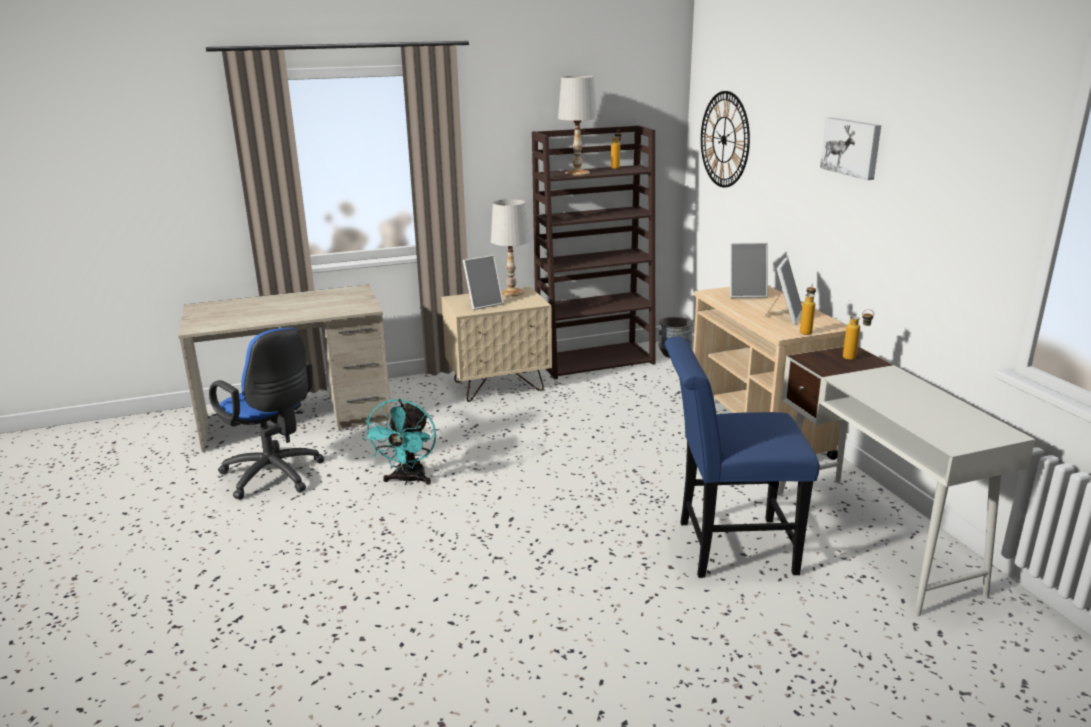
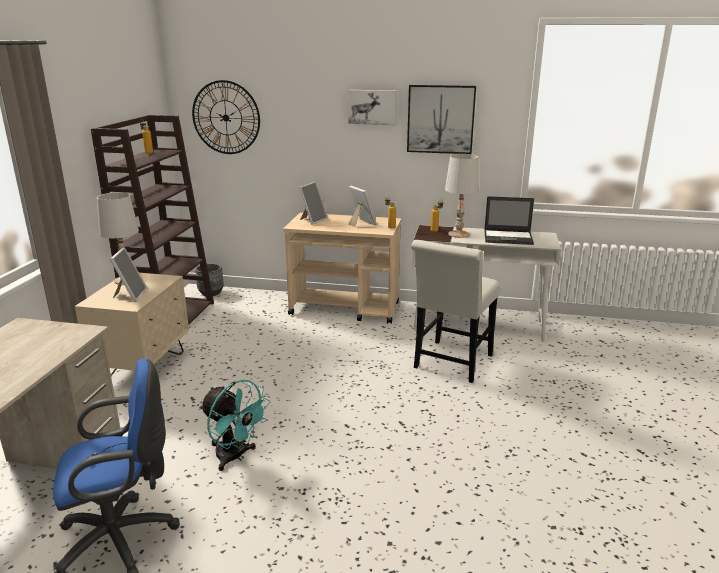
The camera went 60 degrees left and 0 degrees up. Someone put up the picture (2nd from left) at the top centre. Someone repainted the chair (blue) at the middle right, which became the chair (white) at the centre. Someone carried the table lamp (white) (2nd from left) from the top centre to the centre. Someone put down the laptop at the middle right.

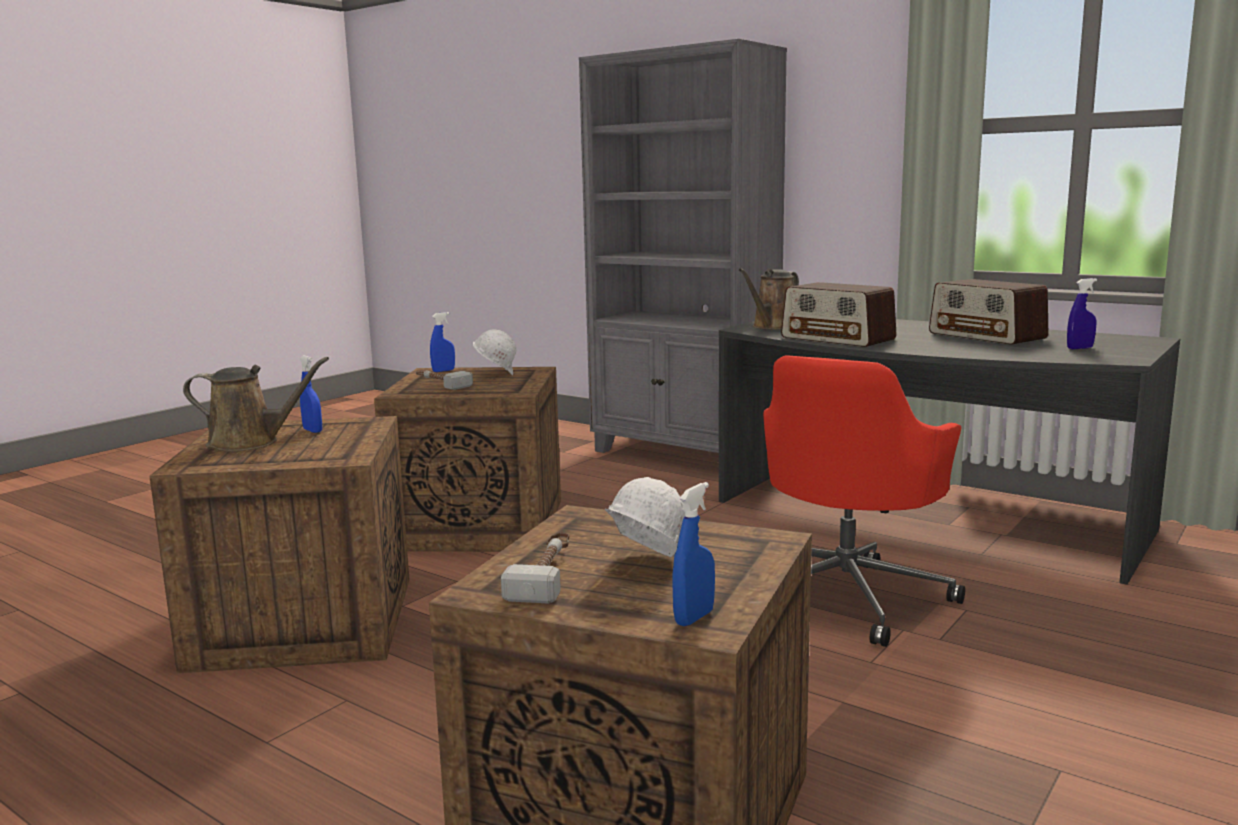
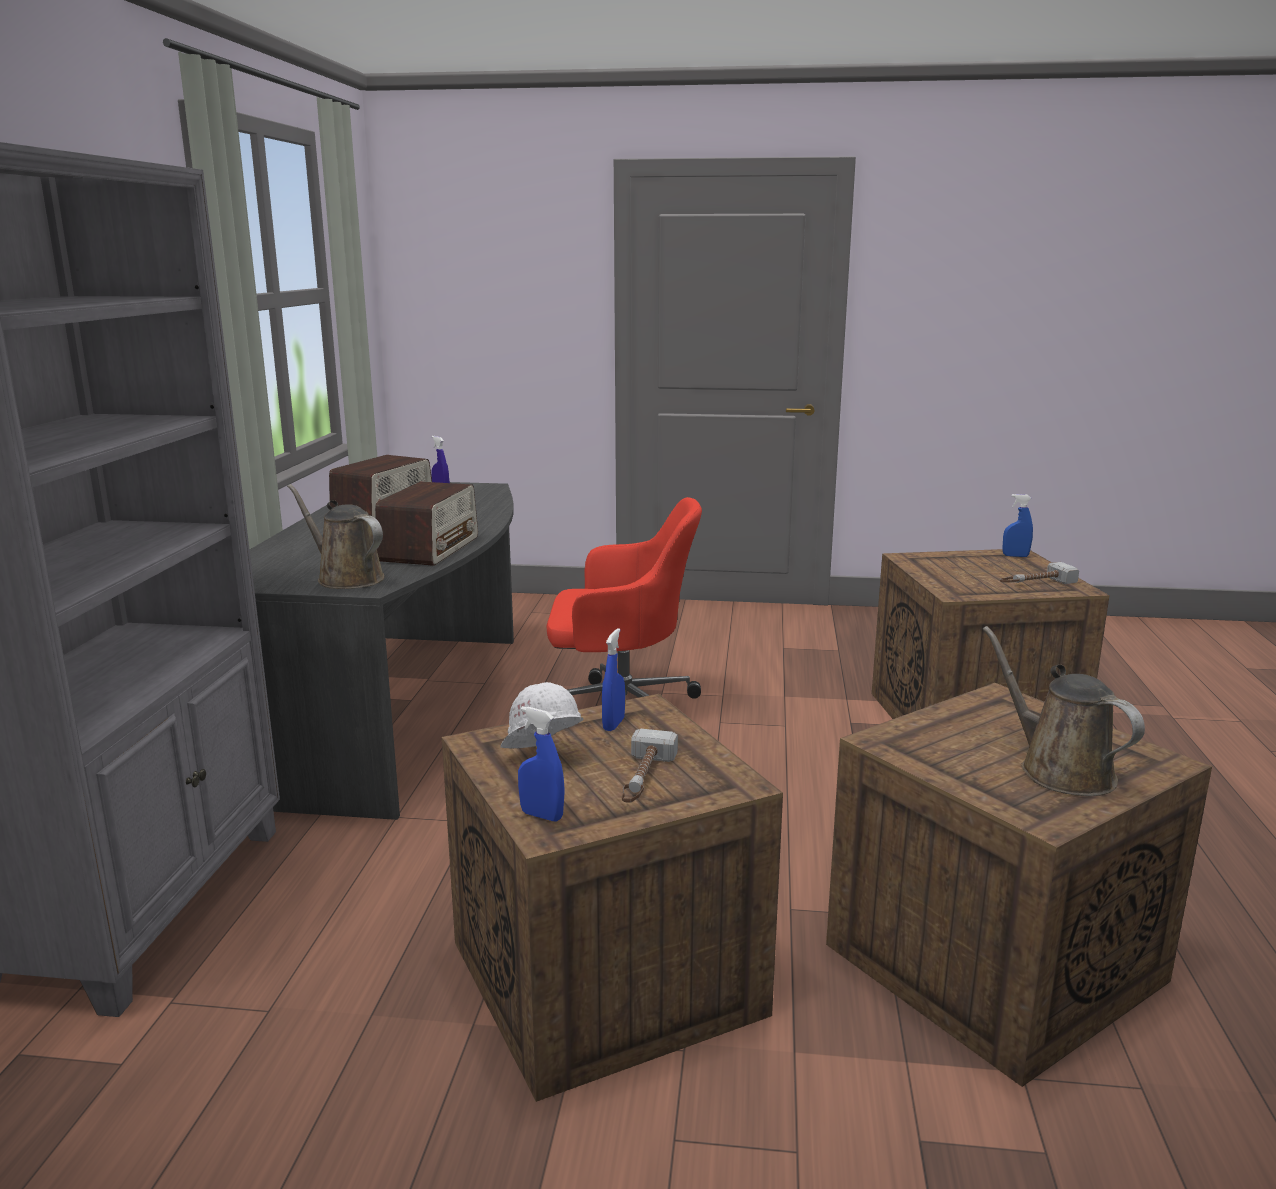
The camera went 120 degrees left and 5 degrees up. Someone rotated the watering can (brown) (2nd from left in the first image) at the centre by 150 degrees counterclockwise. Someone carried the spray bottle (blue) (1st from left in the first image) from the middle left to the centre. Someone took away the hard hat (white) (2nd from left) at the centre.

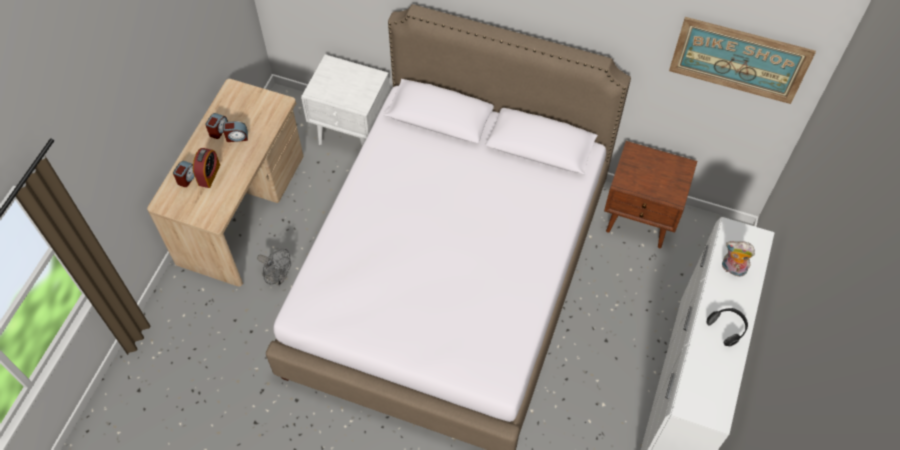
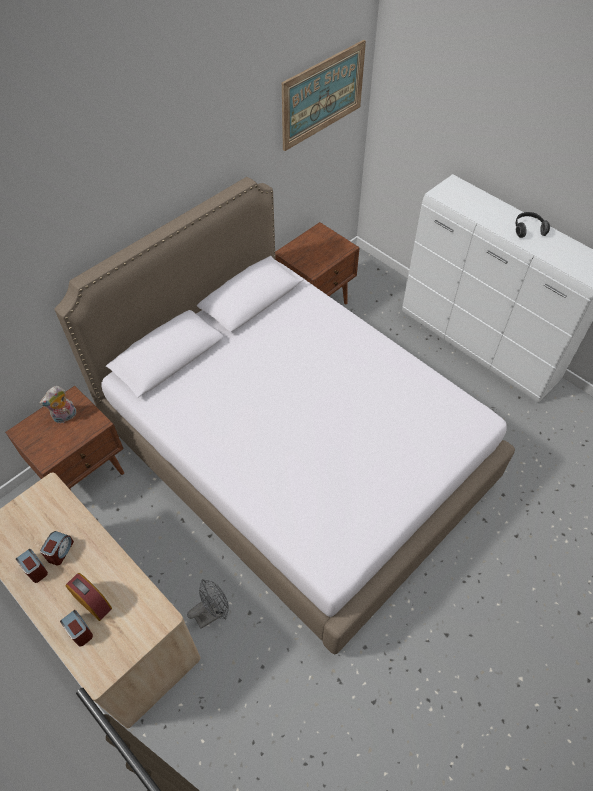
The camera went 65 degrees left and 5 degrees down. Someone repainted the nightstand (white) at the top centre, which became the nightstand (brown) (1st from left) at the middle left. Someone carried the plush toy from the middle right to the middle left.

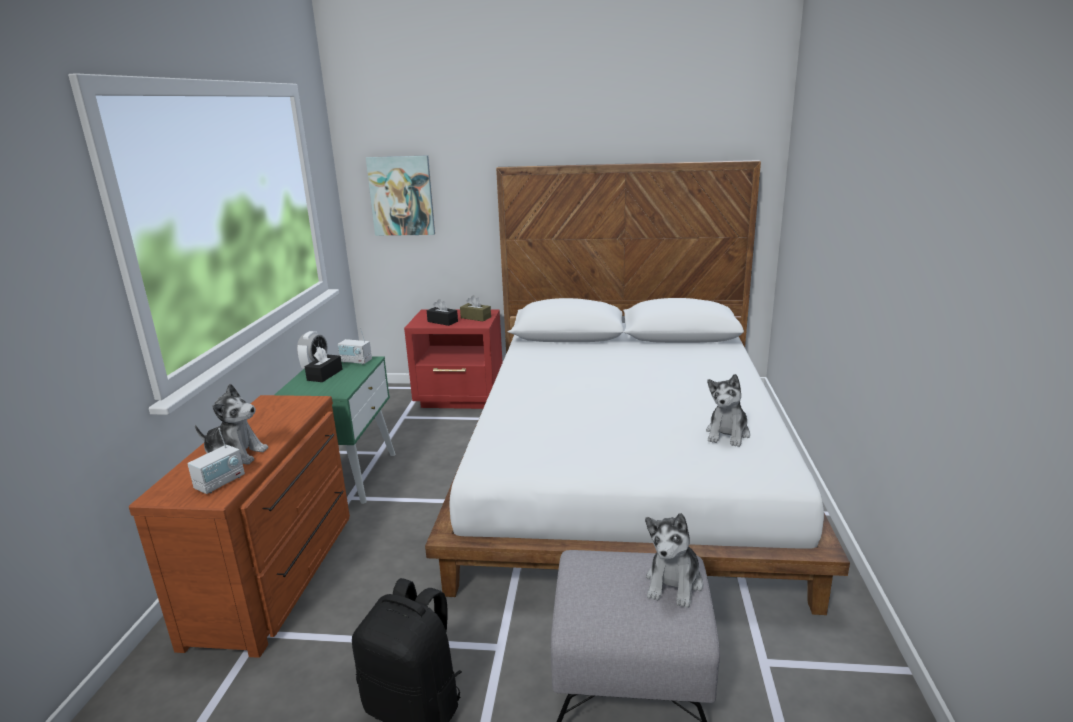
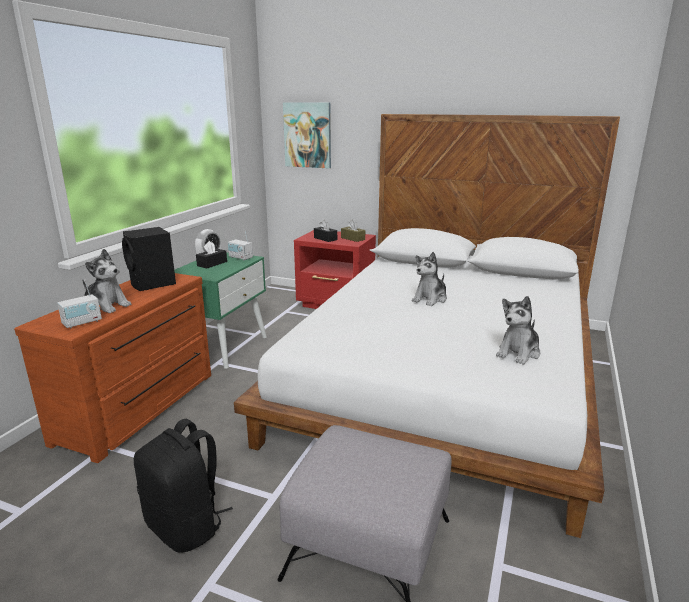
The camera went 15 degrees right and 0 degrees up. Someone put down the speaker (black) at the middle left. Someone carried the plush toy (2nd from left) from the bottom centre to the centre.

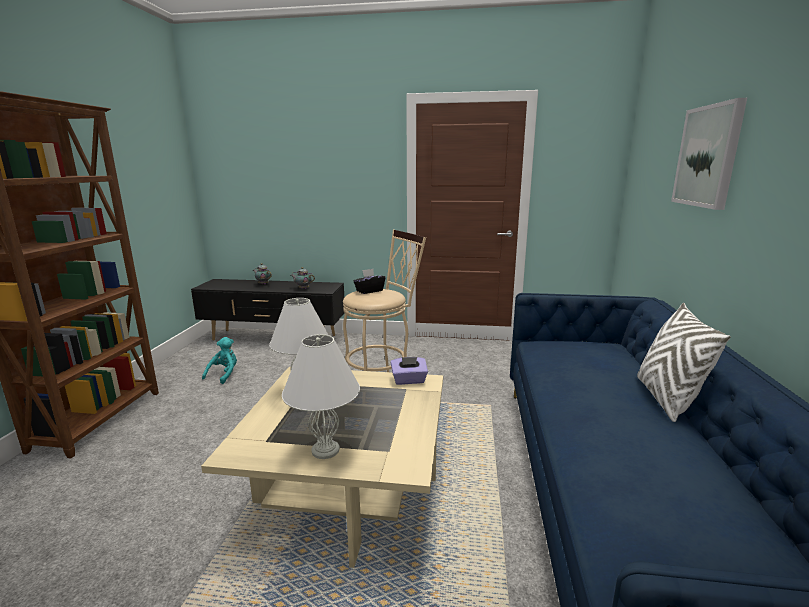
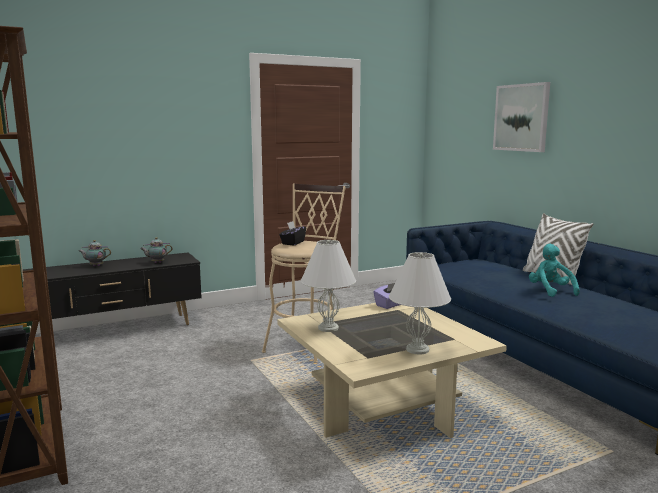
The camera went 35 degrees left and 5 degrees down. Someone carried the plush toy (turquoise) from the middle left to the middle right.

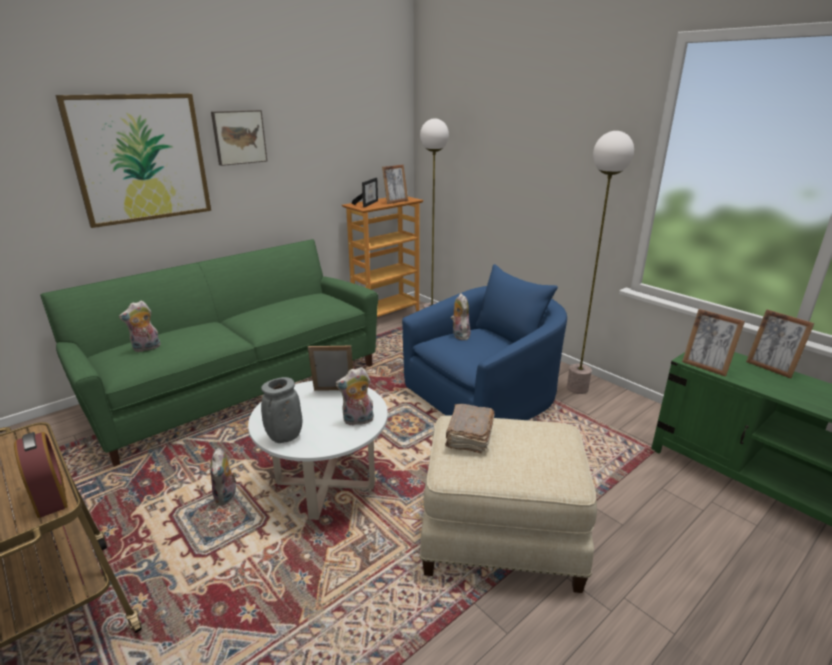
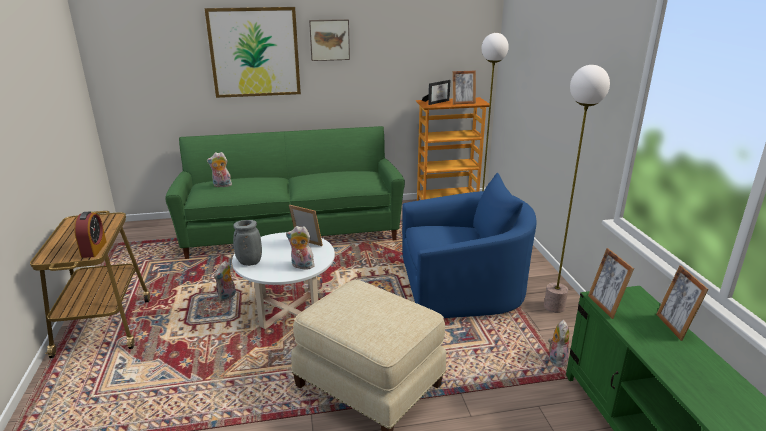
The camera went 30 degrees right and 0 degrees up. Someone carried the plush toy (4th from left) from the centre to the bottom right. Someone took away the book (brown) at the centre.

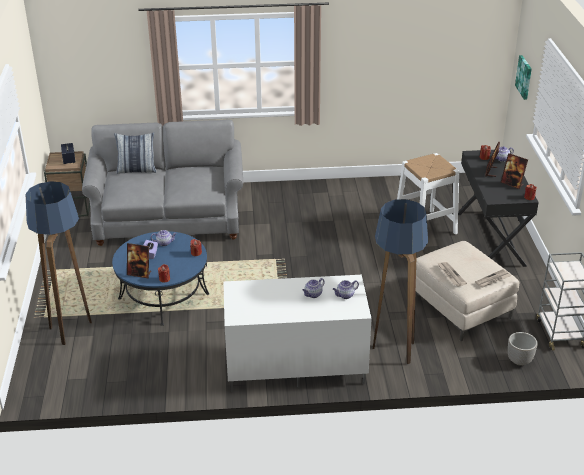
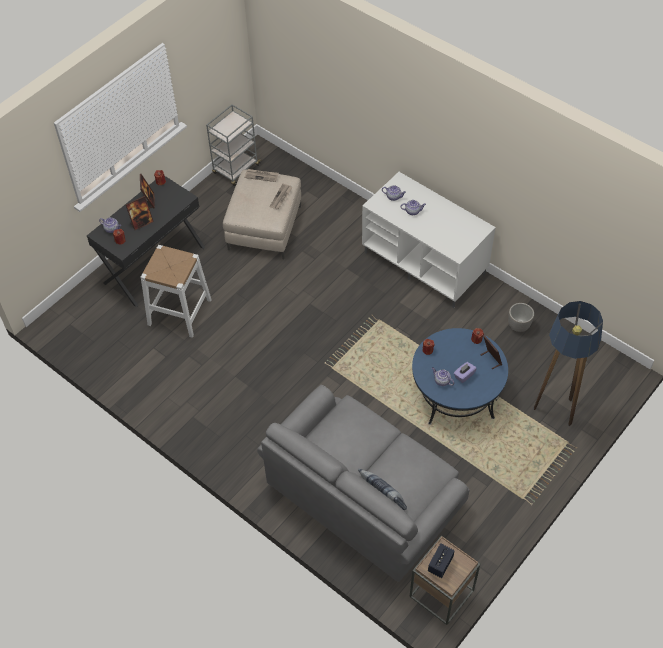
The camera went 135 degrees left and 20 degrees up. Someone carried the planter from the bottom right to the middle right. Someone took away the floor lamp (2nd from left) at the middle right. Someone took away the picture at the top right.

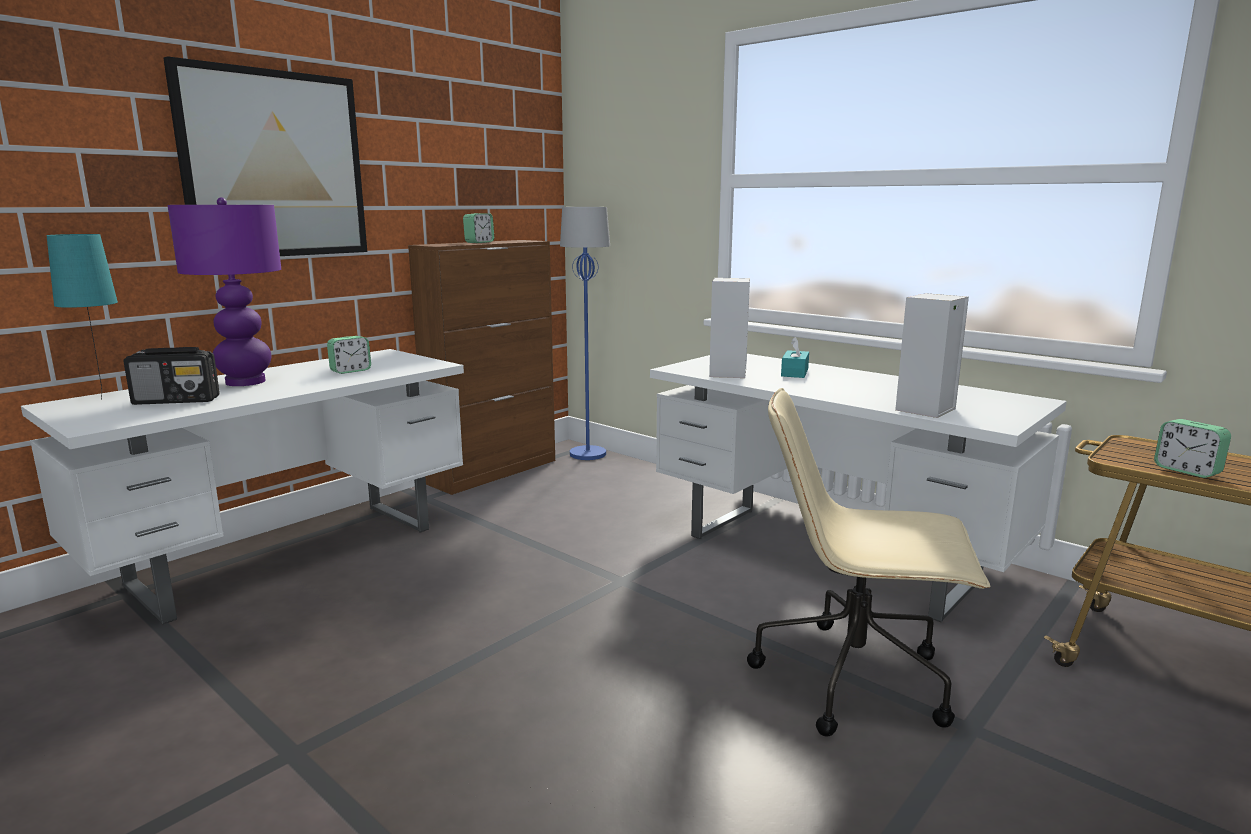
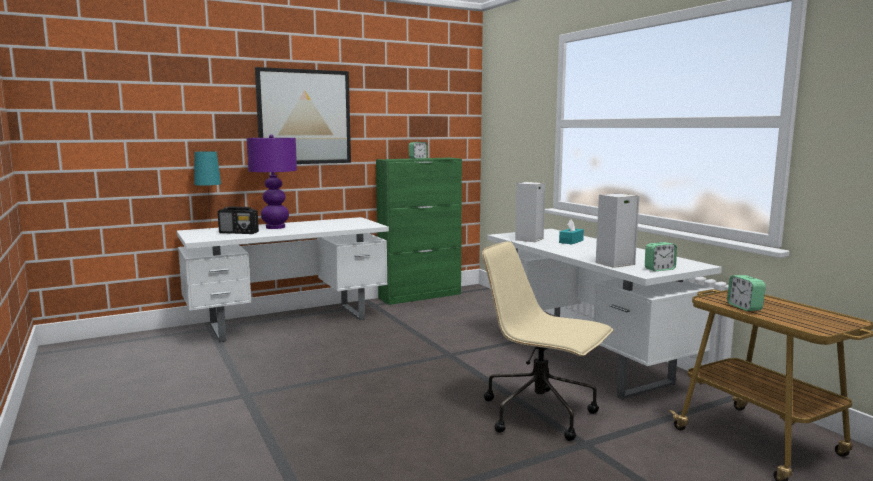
The camera went 20 degrees right and 5 degrees down. Someone repainted the cabinet (brown) at the centre, which became the cabinet (green) at the centre. Someone carried the alarm clock (1st from left in the first image) from the middle left to the middle right. Someone took away the floor lamp (blue) at the centre.

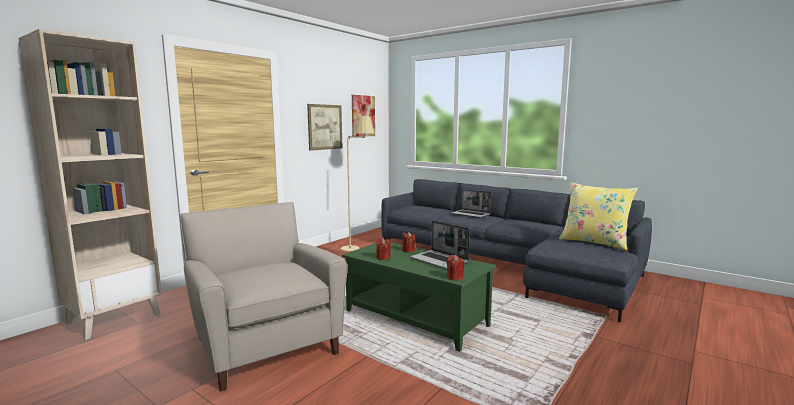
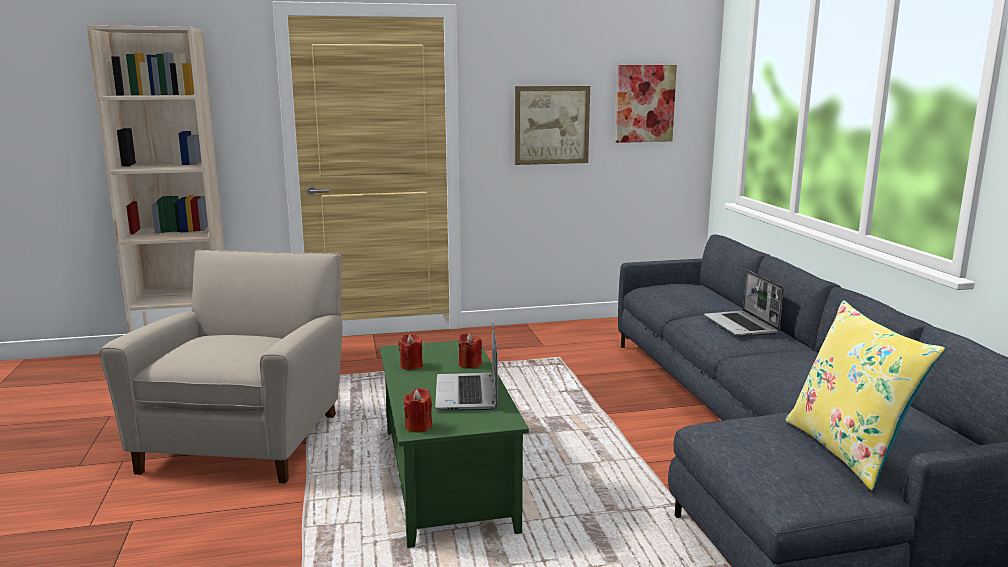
The camera went 40 degrees right and 5 degrees up. Someone took away the floor lamp (beige) at the centre.

